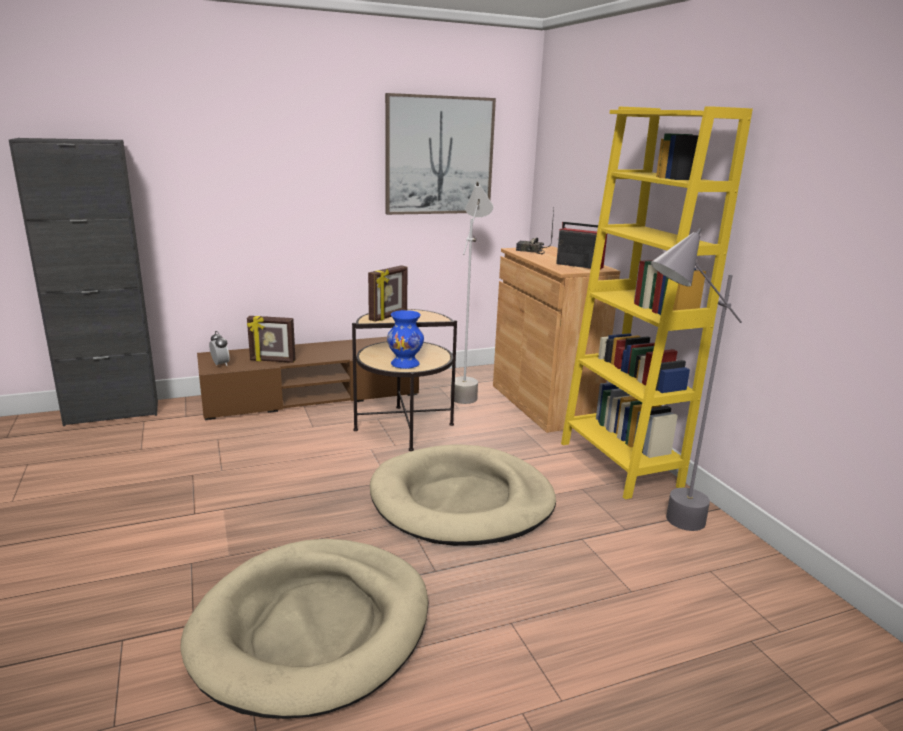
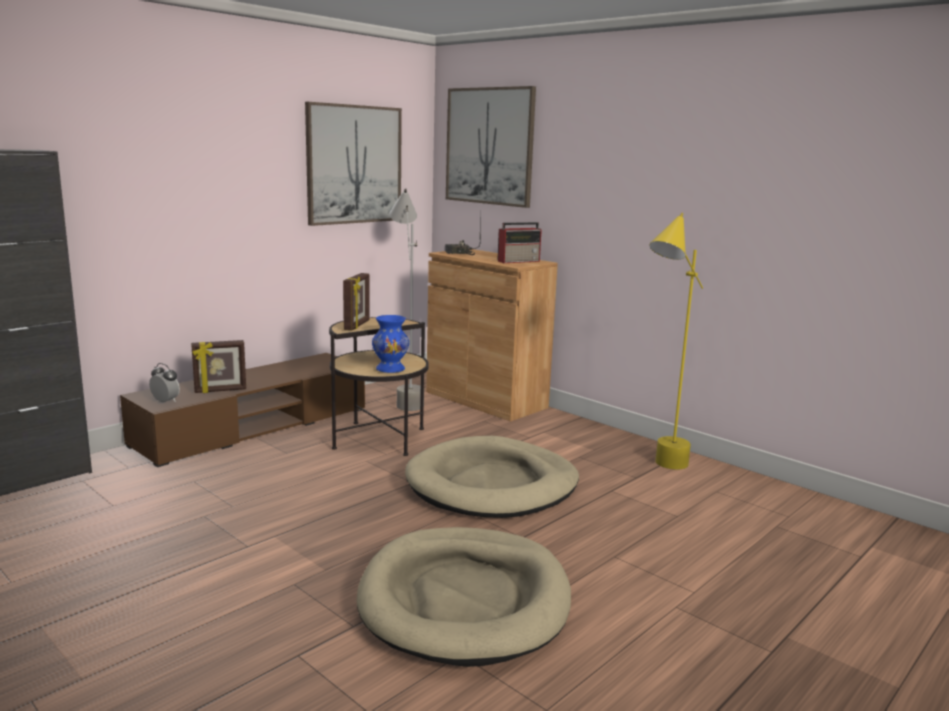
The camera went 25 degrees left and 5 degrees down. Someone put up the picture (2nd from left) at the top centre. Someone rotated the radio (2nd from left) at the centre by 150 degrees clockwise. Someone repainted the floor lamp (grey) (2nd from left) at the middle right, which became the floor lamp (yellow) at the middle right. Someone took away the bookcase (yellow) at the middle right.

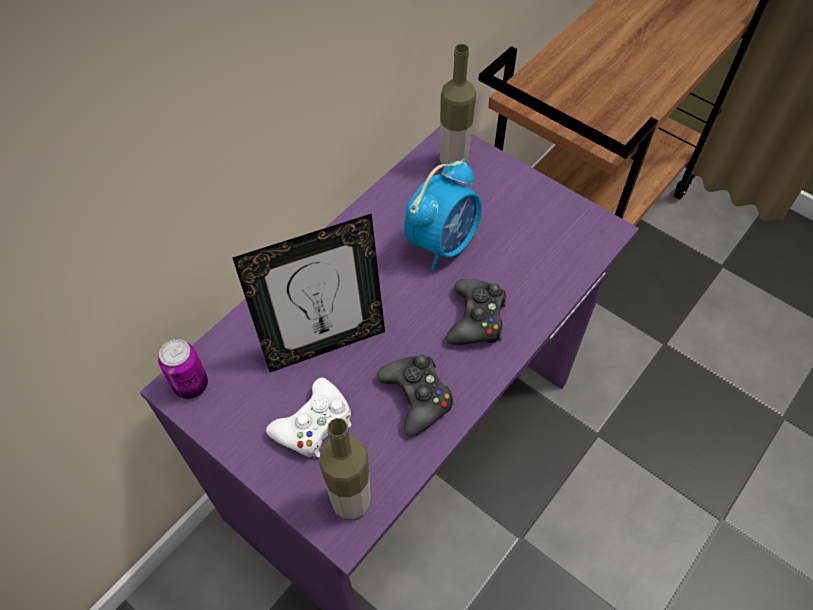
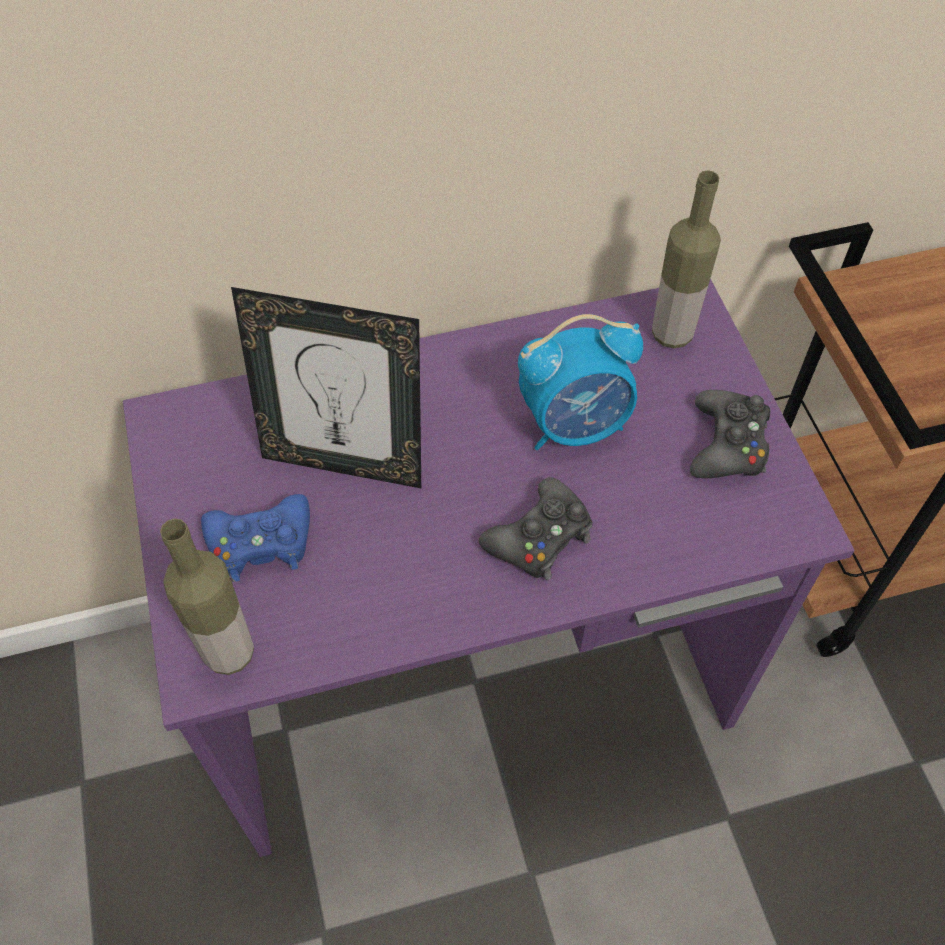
The camera went 35 degrees right and 0 degrees up. Someone repainted the game controller (white) at the bottom centre, which became the game controller (blue) at the middle left. Someone carried the game controller (black) (1st from left in the first image) from the centre to the middle right. Someone took away the can at the middle left.

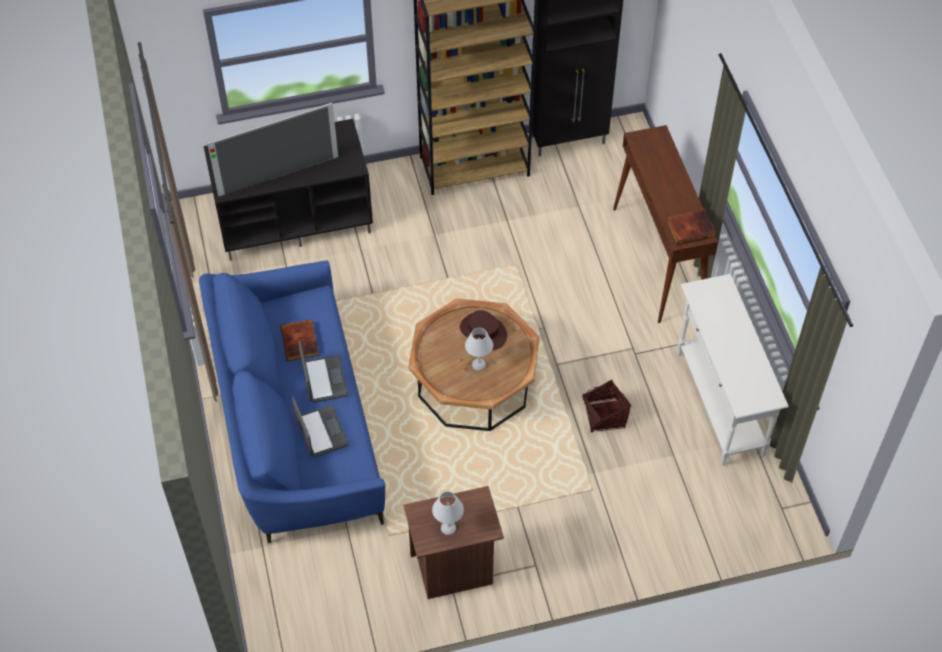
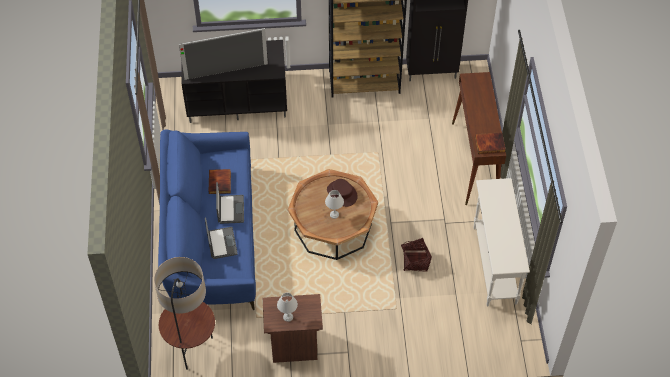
The camera went 10 degrees right and 0 degrees up. Someone put down the floor lamp at the bottom left.

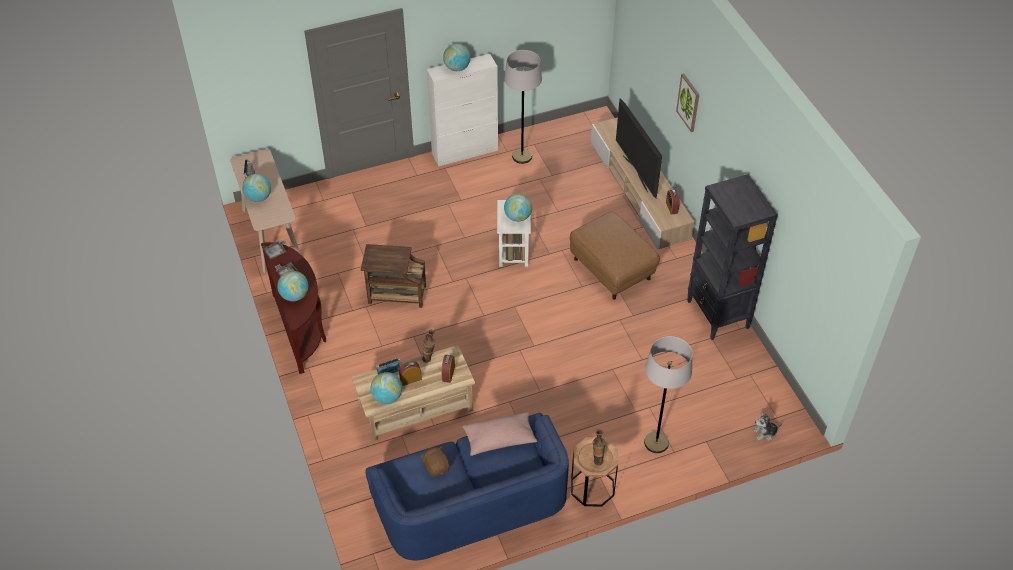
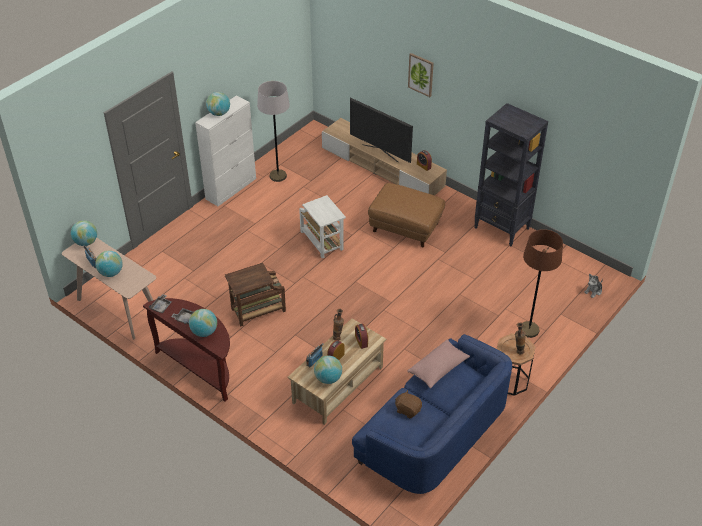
The camera went 30 degrees left and 5 degrees down. Someone carried the globe (5th from left in the first image) from the centre to the middle left. Someone repainted the floor lamp (grey) (2nd from left) at the bottom centre, which became the floor lamp (brown) at the middle right.

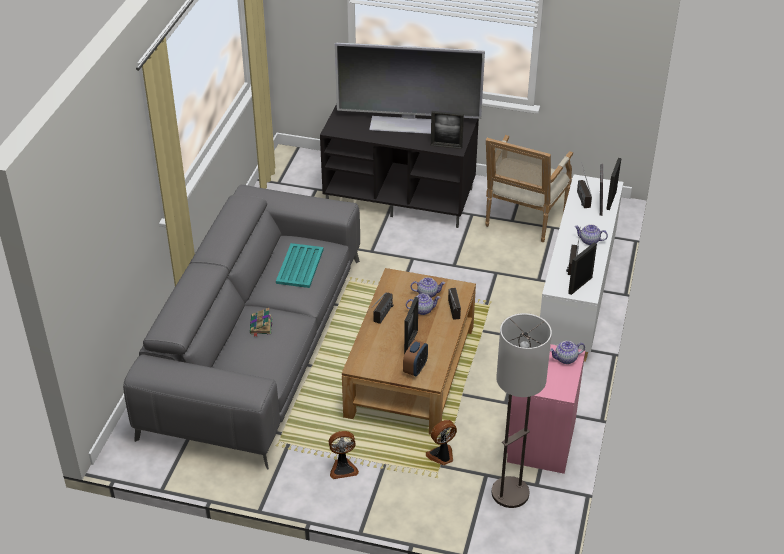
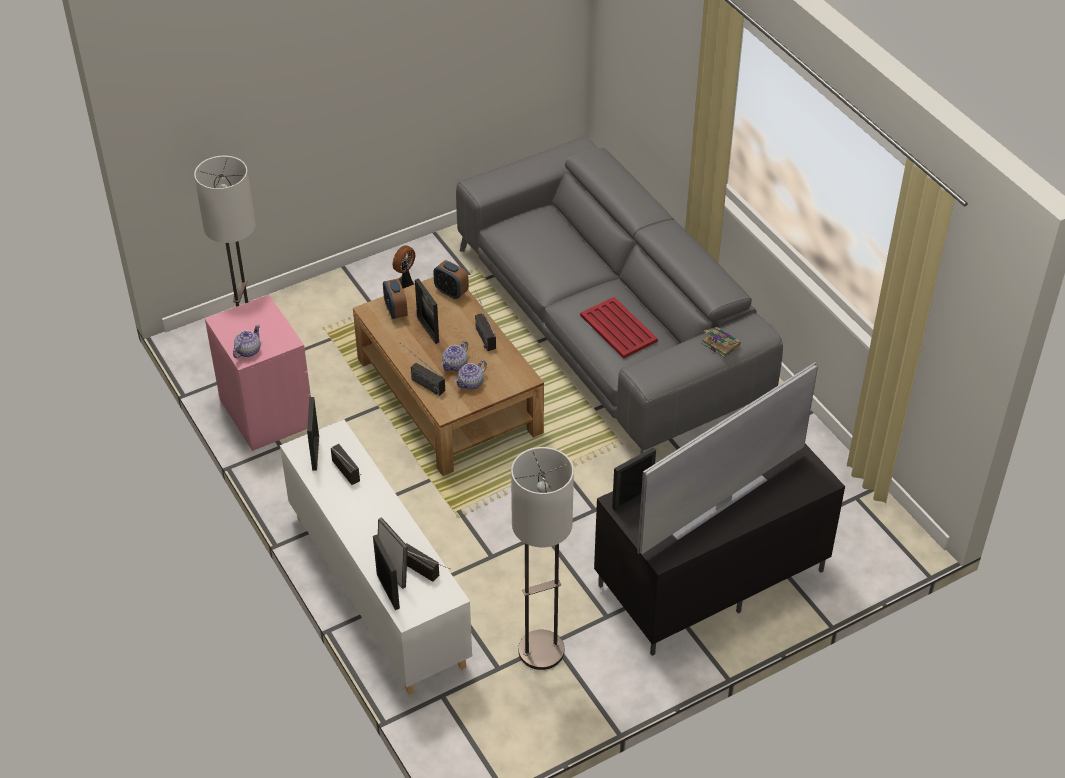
The camera went 135 degrees right and 5 degrees up. Someone put down the alarm clock (2nd from left) at the centre. Someone swapped the armchair at the middle right for the floor lamp (2nd from left) at the bottom centre. Someone repainted the tray (turquoise) at the centre, which became the tray (red) at the centre. Someone carried the book from the middle left to the middle right. Someone took away the fan (2nd from left) at the bottom centre. Someone took away the teapot (4th from left) at the middle right.

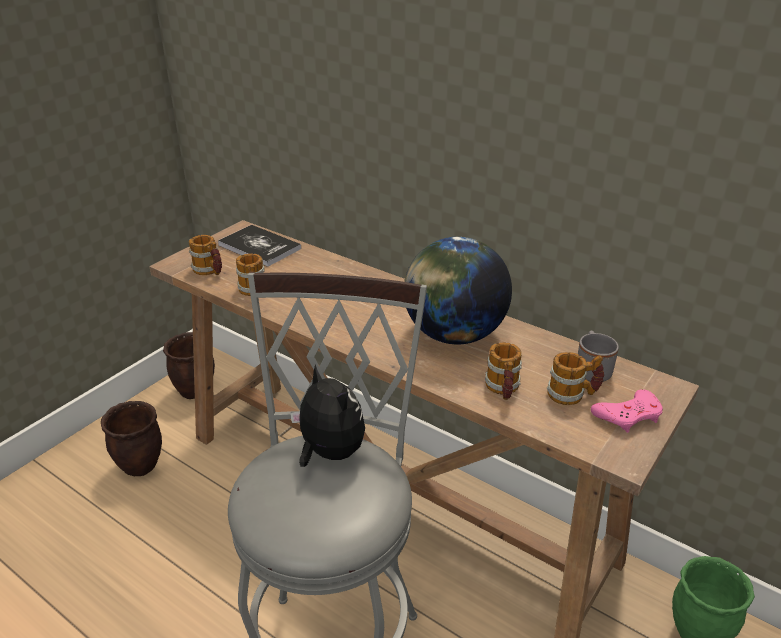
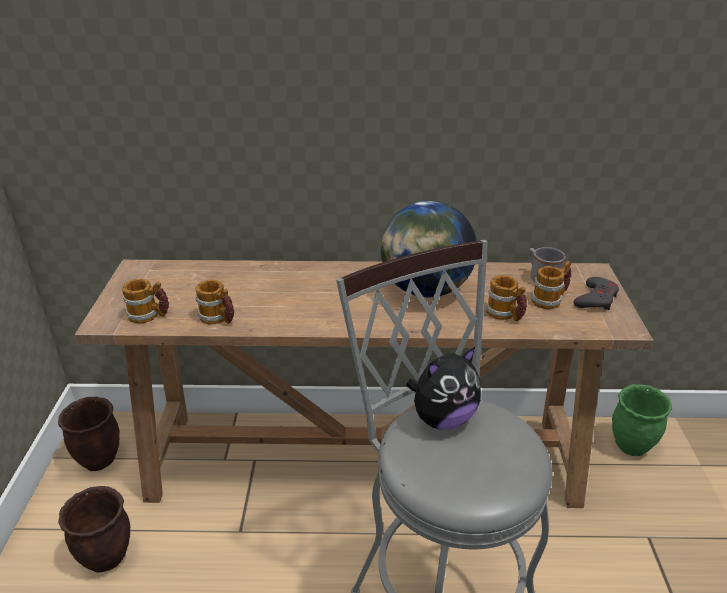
The camera went 35 degrees left and 0 degrees up. Someone rotated the plush toy at the centre by 135 degrees clockwise. Someone repainted the game controller (pink) at the middle right, which became the game controller (grey) at the middle right. Someone took away the book at the middle left.

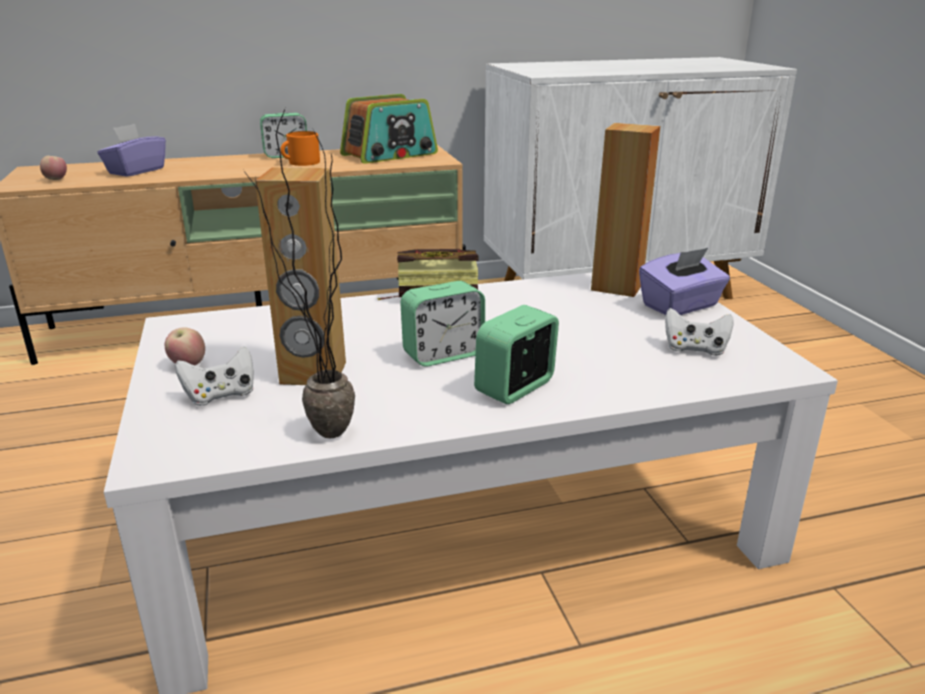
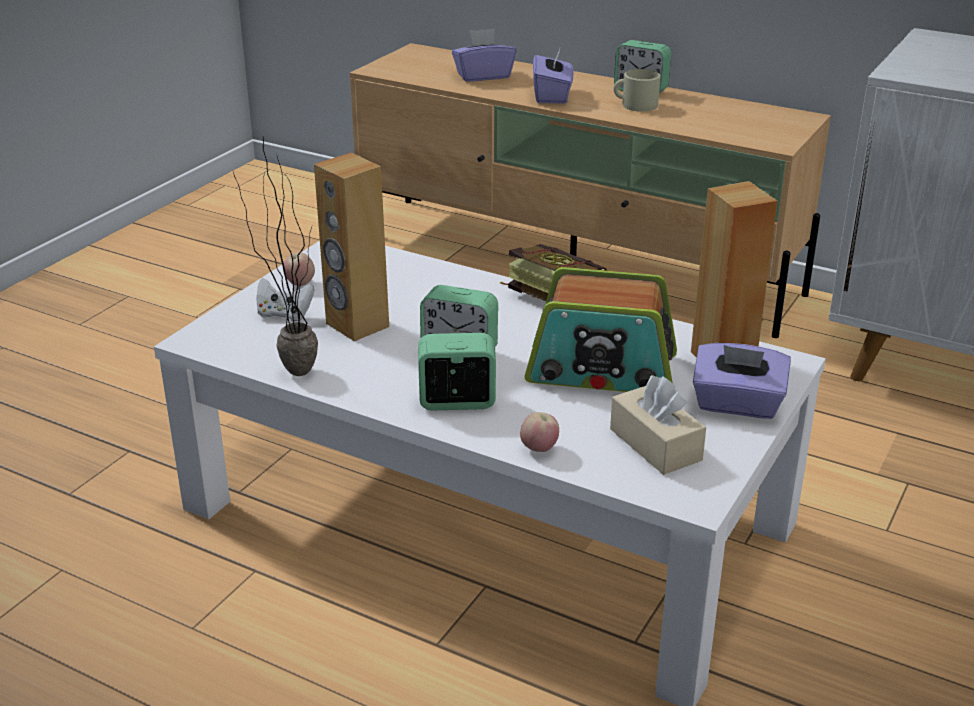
The camera went 45 degrees right and 5 degrees up. Someone carried the apple (1st from left in the first image) from the top left to the centre. Someone carried the radio from the top centre to the centre. Someone put down the tissue box (purple) (2nd from left) at the top centre. Someone swapped the game controller (white) (2nd from left) at the middle right for the tissue box (beige) at the middle right. Someone repainted the mug (orange) at the top left, which became the mug (beige) at the top centre.

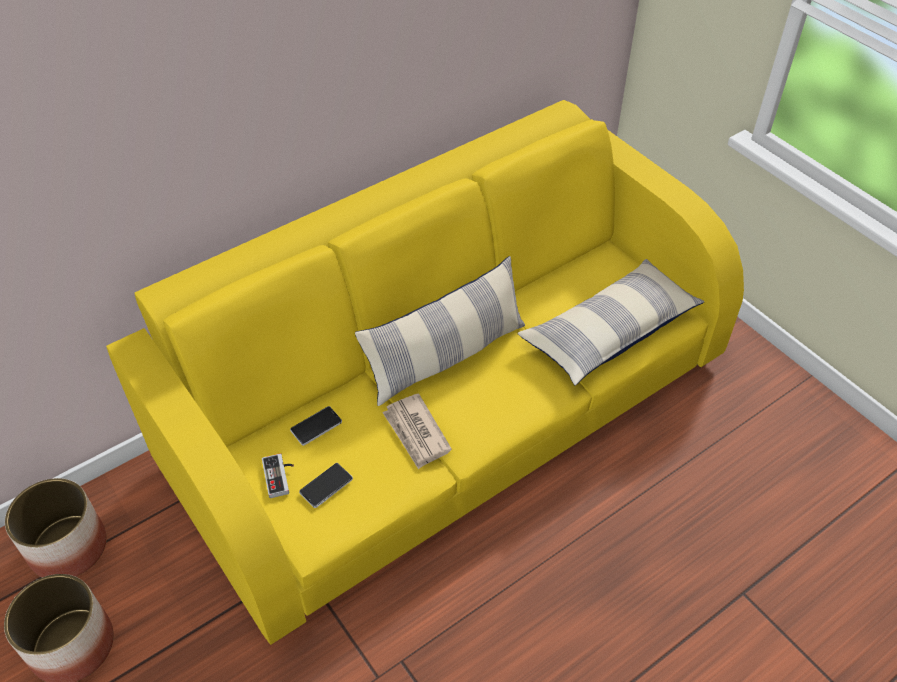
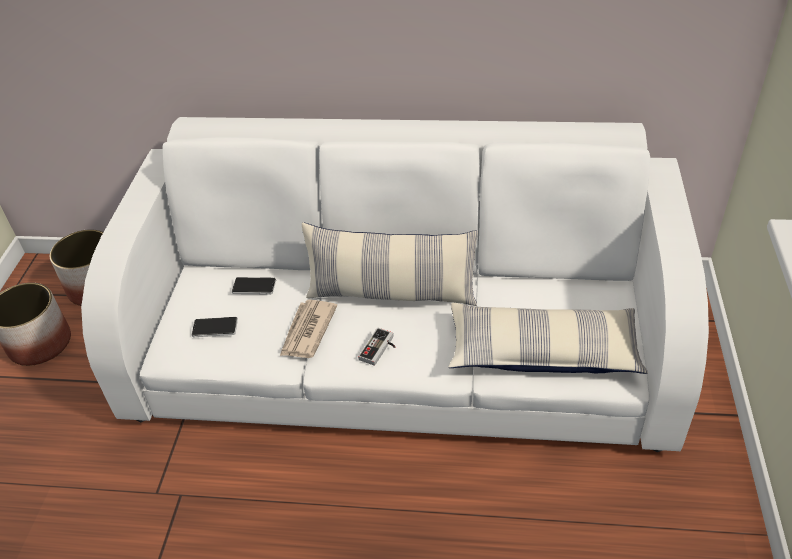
The camera went 45 degrees right and 5 degrees down. Someone repainted the sofa (yellow) at the centre, which became the sofa (white) at the centre. Someone carried the game controller from the bottom left to the centre.

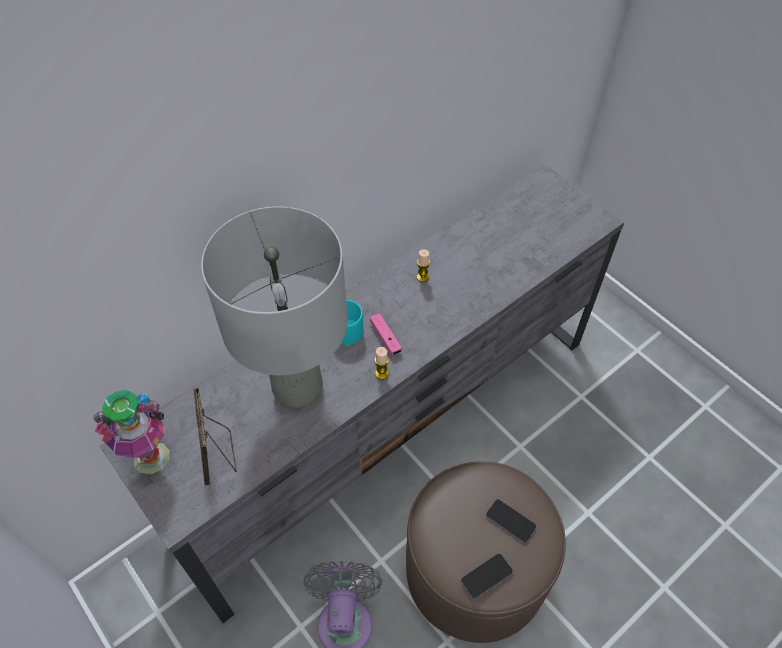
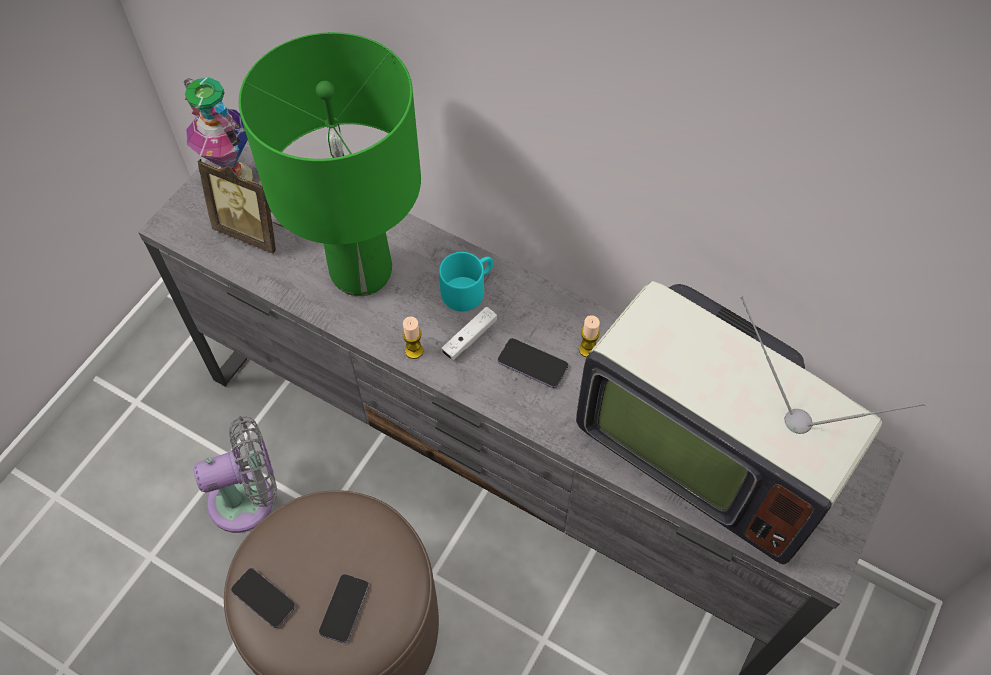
The camera went 70 degrees right and 5 degrees up. Someone rotated the picture frame at the bottom left by 120 degrees counterclockwise. Someone repainted the table lamp (grey) at the centre, which became the table lamp (green) at the top left. Someone repainted the game controller (pink) at the centre, which became the game controller (white) at the centre. Someone put down the phone (3rd from left) at the centre. Someone put down the television at the middle right.

